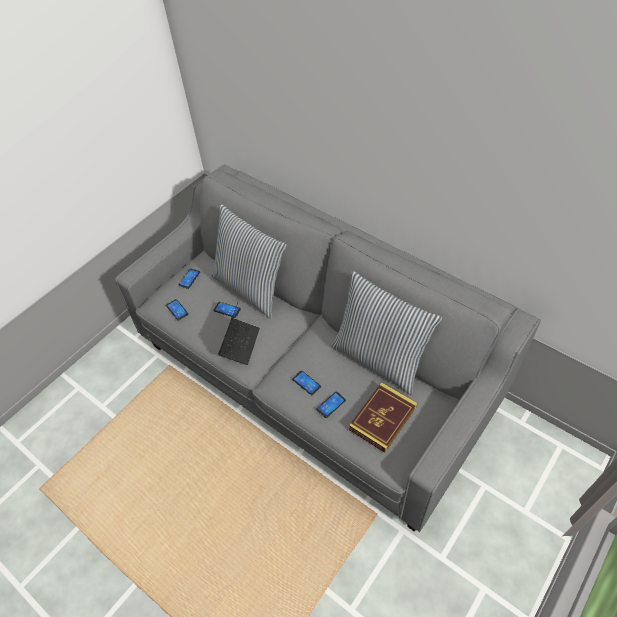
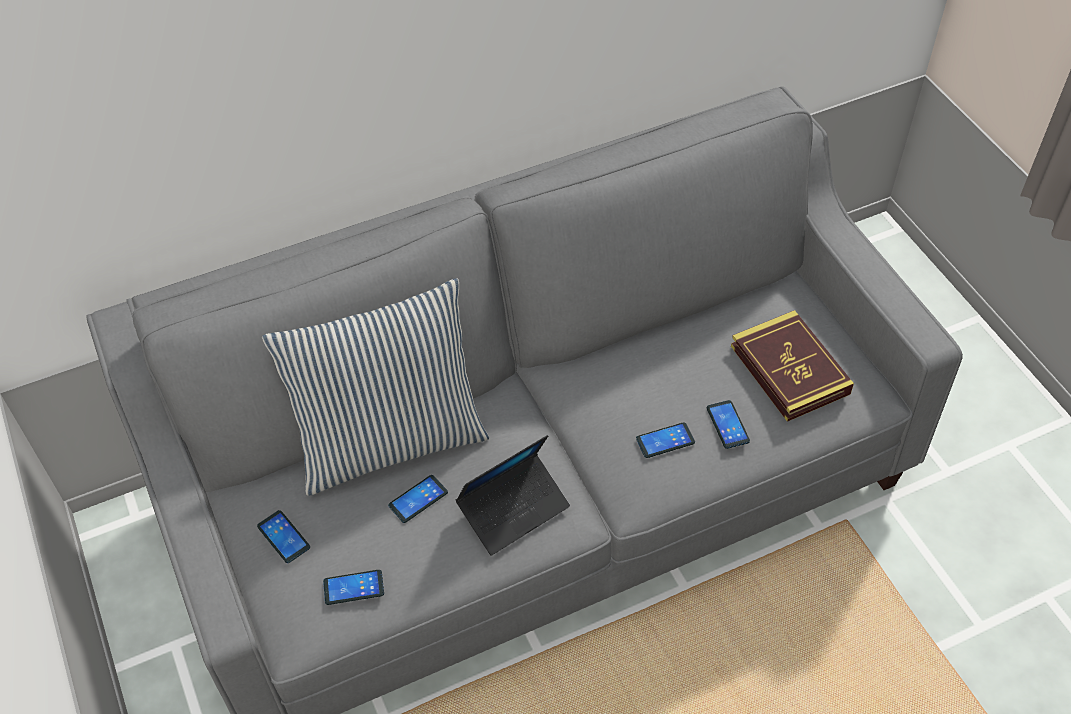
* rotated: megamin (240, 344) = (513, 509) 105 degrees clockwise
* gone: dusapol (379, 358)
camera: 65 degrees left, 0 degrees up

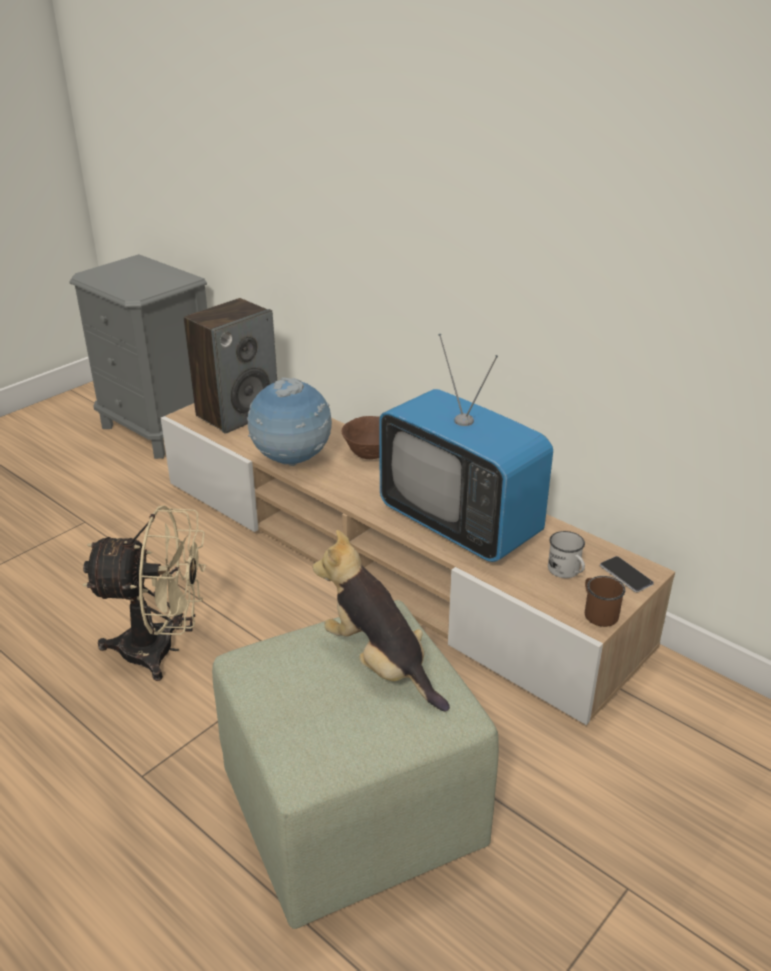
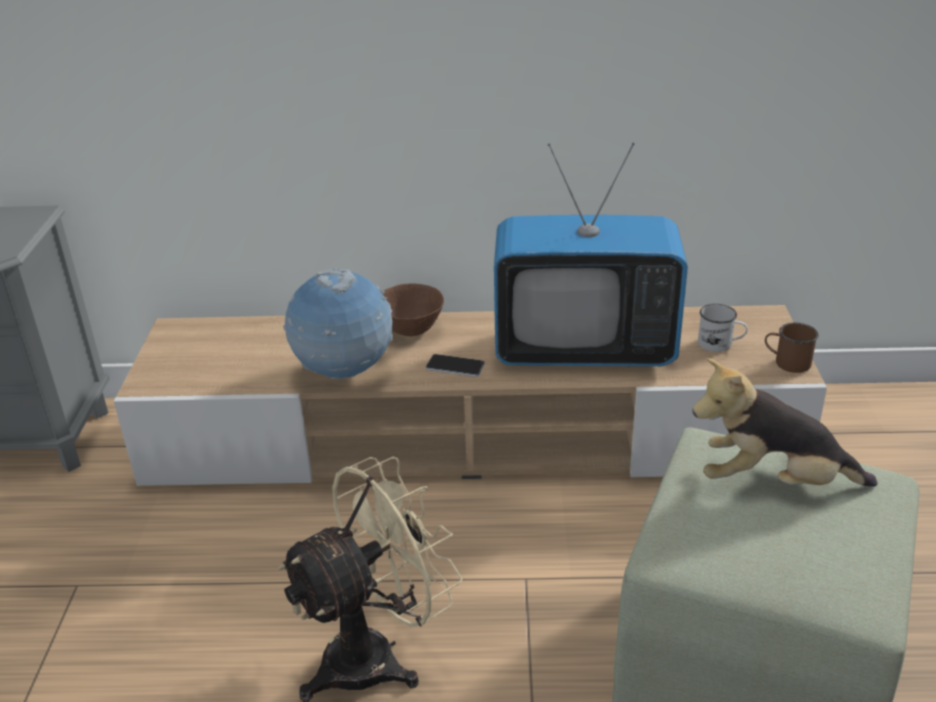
* gone: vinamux (238, 413)
* shifted: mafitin (626, 575) to (455, 367)
camera: 40 degrees left, 0 degrees up

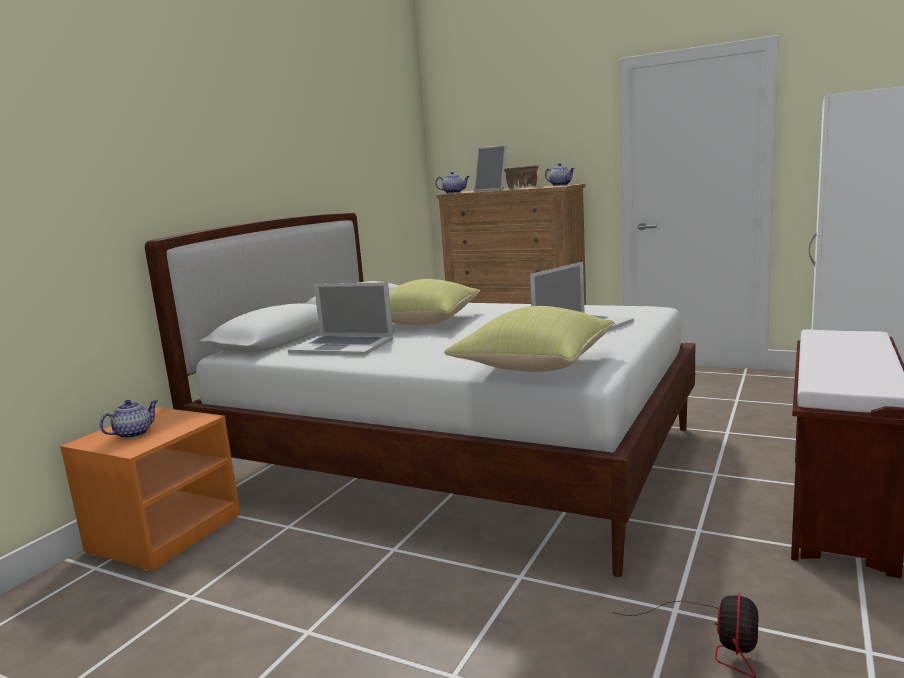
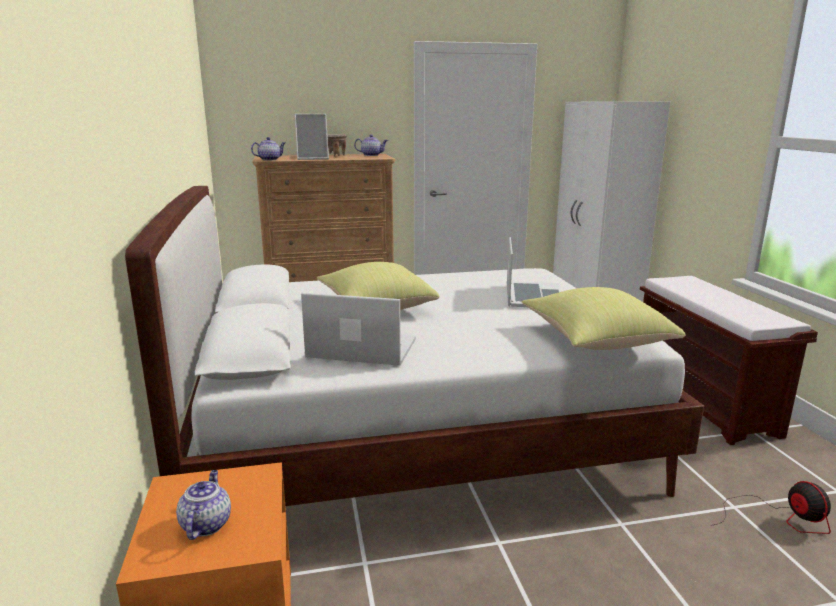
* rotated: megamin (342, 346) = (361, 348) 150 degrees counterclockwise
camera: 40 degrees left, 5 degrees up

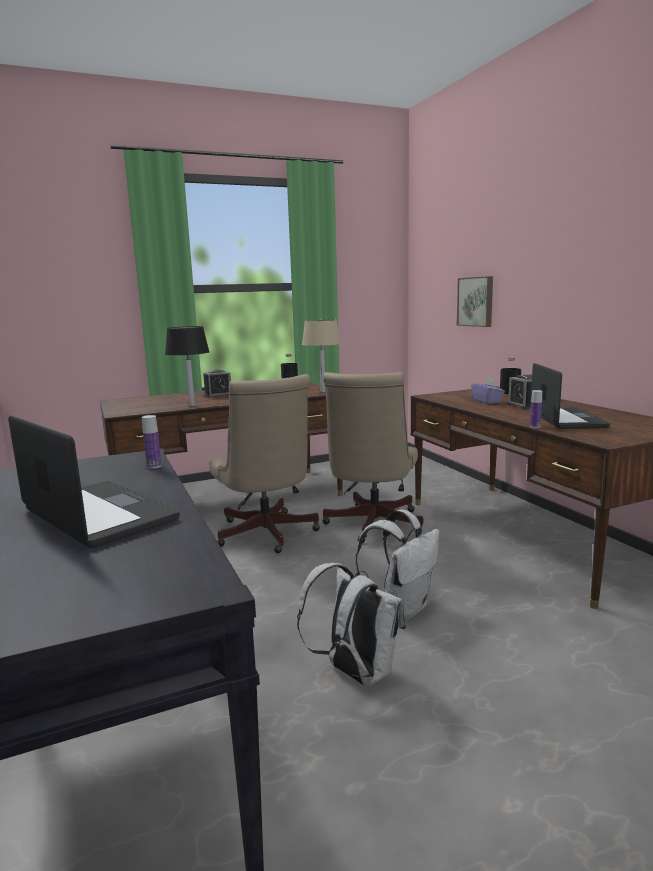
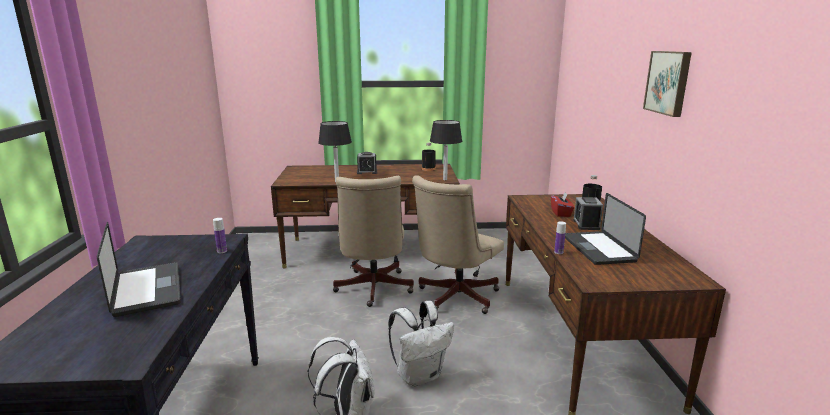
* repainted: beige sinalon (323, 392) to black sinalon (445, 179)
* shifted: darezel (476, 301) to (669, 82)
* repainted: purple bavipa (487, 401) to red bavipa (561, 213)
* rotated: megamin (567, 420) = (598, 249) 150 degrees clockwise
camera: 20 degrees right, 5 degrees up

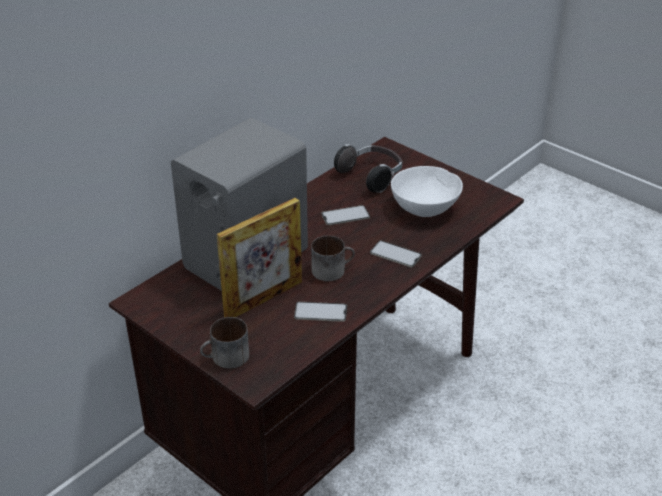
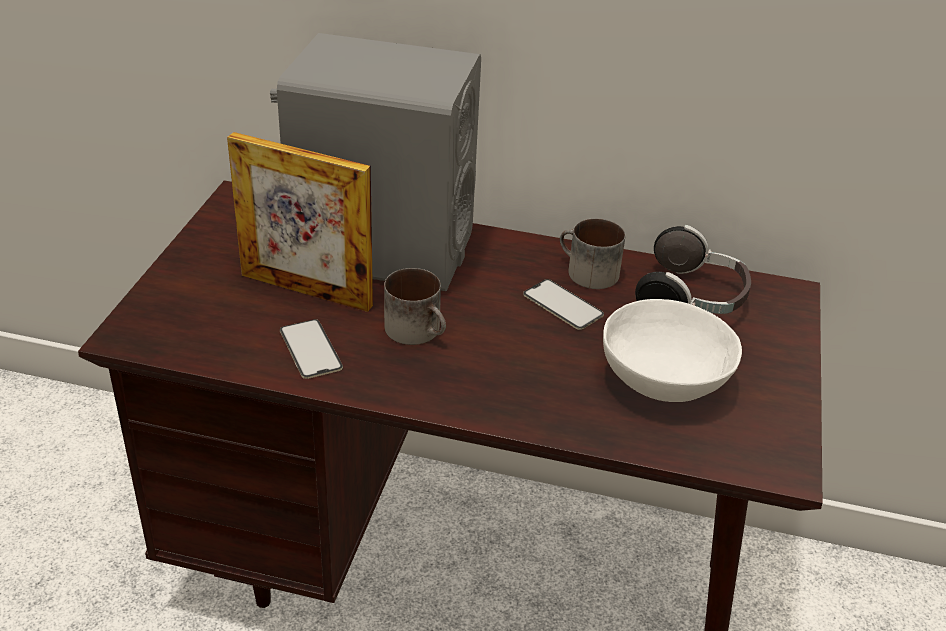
* shifted: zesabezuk (226, 358) to (586, 272)
* gone: mafitin (395, 254)
camera: 60 degrees right, 0 degrees up

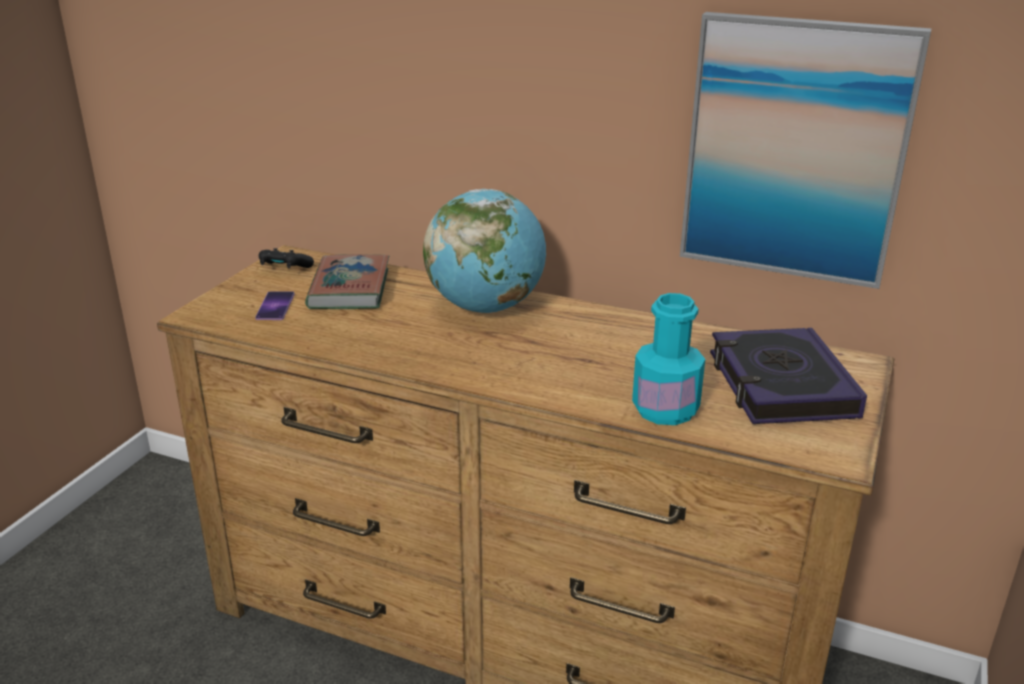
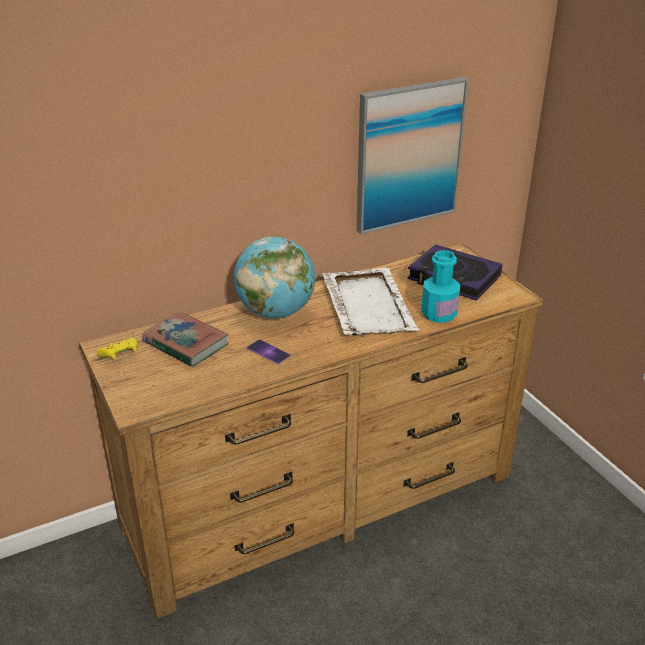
* shifted: mafitin (275, 306) to (268, 352)
* repainted: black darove (284, 269) to yellow darove (120, 355)
* new: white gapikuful (368, 304)
camera: 50 degrees left, 5 degrees up

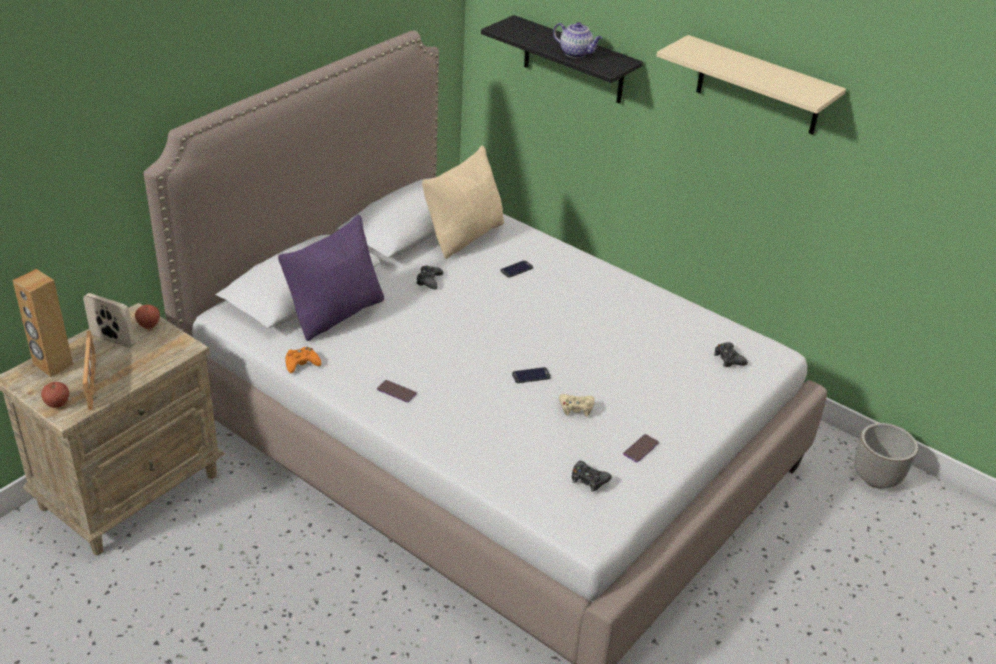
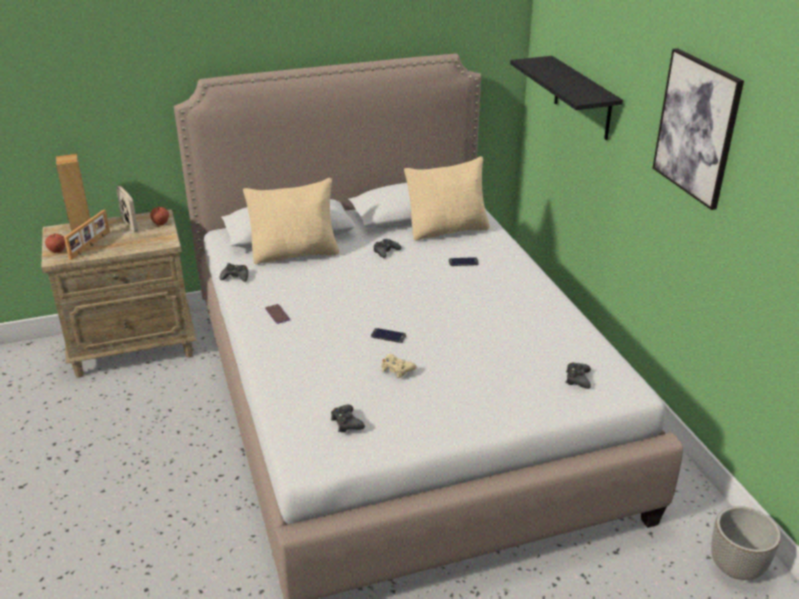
* repainted: purple dusapol (336, 314) to beige dusapol (295, 253)
* repainted: orange darove (301, 364) to black darove (235, 277)
* gone: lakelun (576, 53)
* gone: mafitin (641, 449)
* swapped: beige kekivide (758, 86) to darezel (697, 128)
camera: 35 degrees right, 5 degrees down

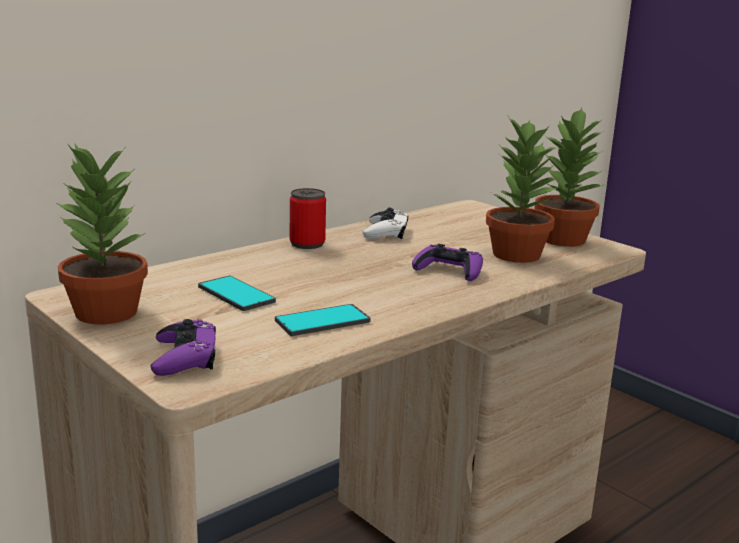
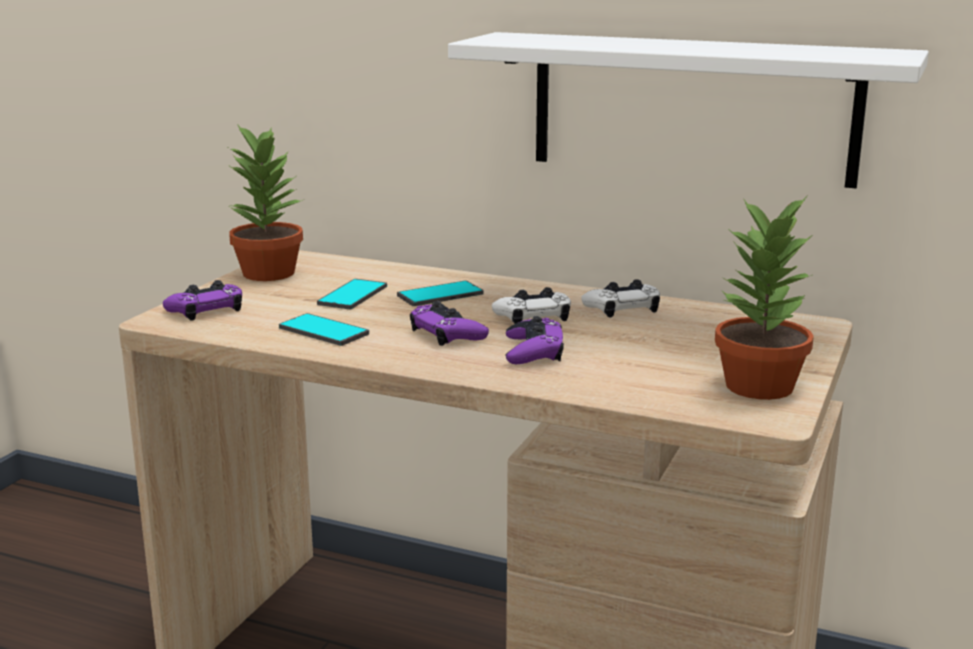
* gone: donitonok (307, 244)
* gone: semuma (515, 254)
* new: mafitin (440, 295)
* new: purple darove (447, 333)
* new: white kekivide (692, 108)
* new: white darove (533, 316)
camera: 65 degrees right, 0 degrees up

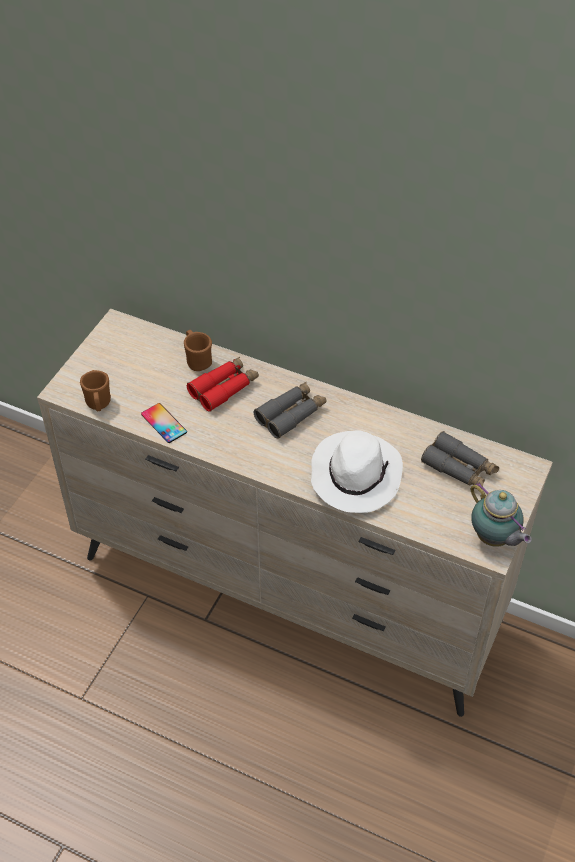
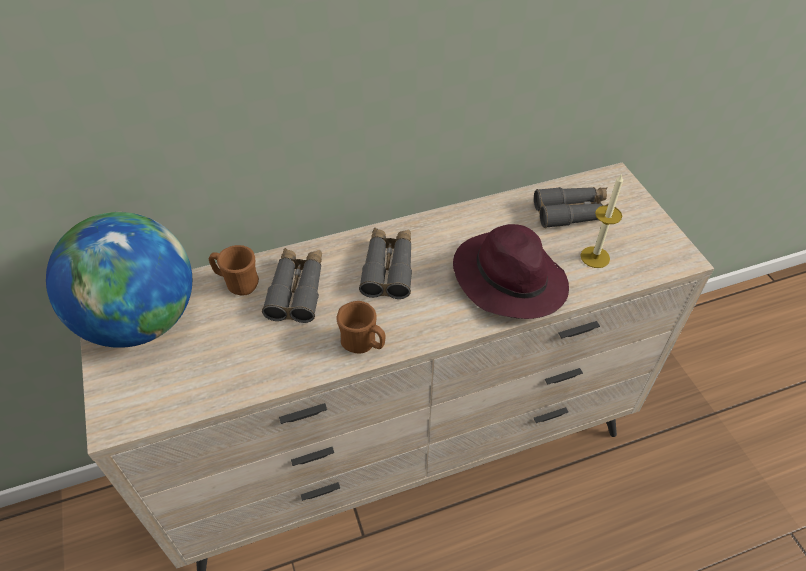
* shifted: brown zesabezuk (98, 404) to (363, 344)
* gone: mafitin (164, 423)
* repainted: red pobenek (224, 388) to grey pobenek (297, 290)
* repainted: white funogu (355, 474) to purple funogu (508, 278)
* gone: lakelun (494, 539)
* new: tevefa (141, 320)
* new: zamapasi (595, 257)
camera: 45 degrees left, 0 degrees up

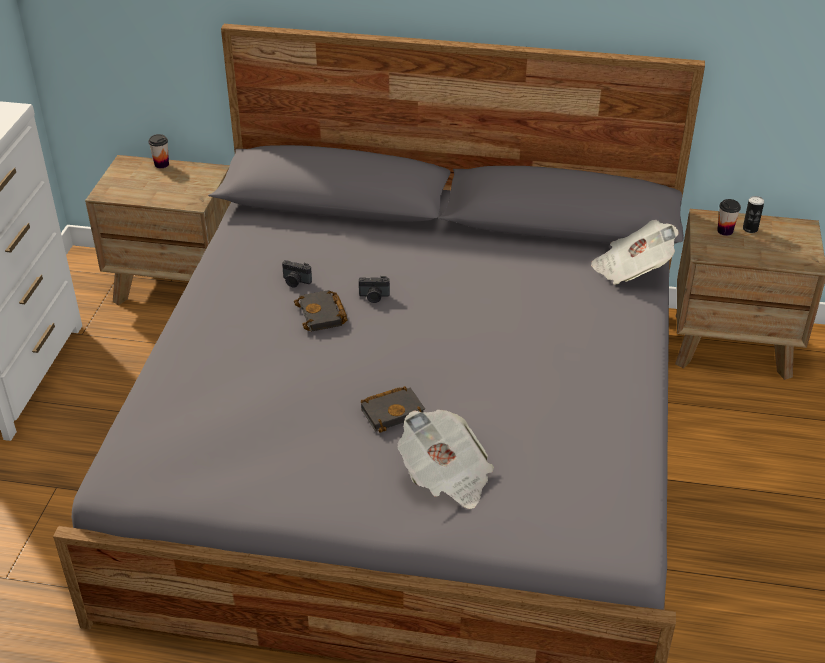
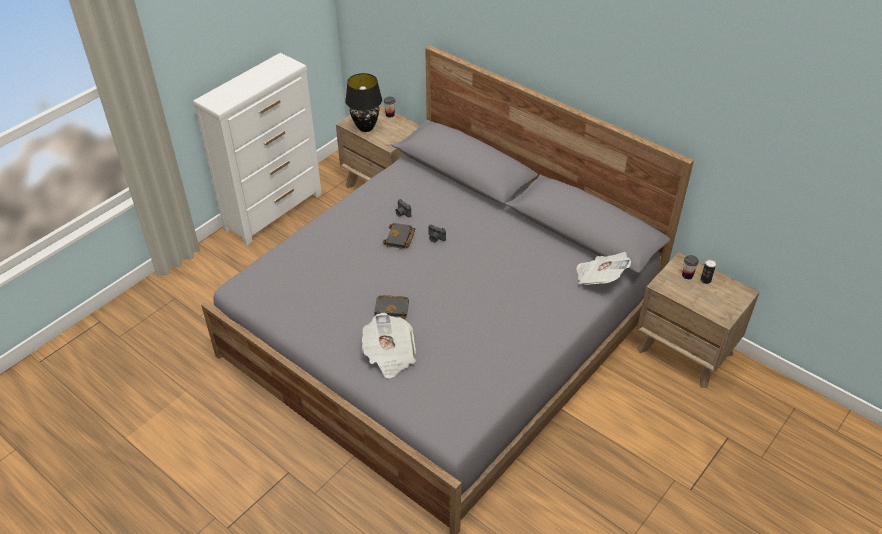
* new: black sinalon (365, 128)
camera: 30 degrees right, 5 degrees up

